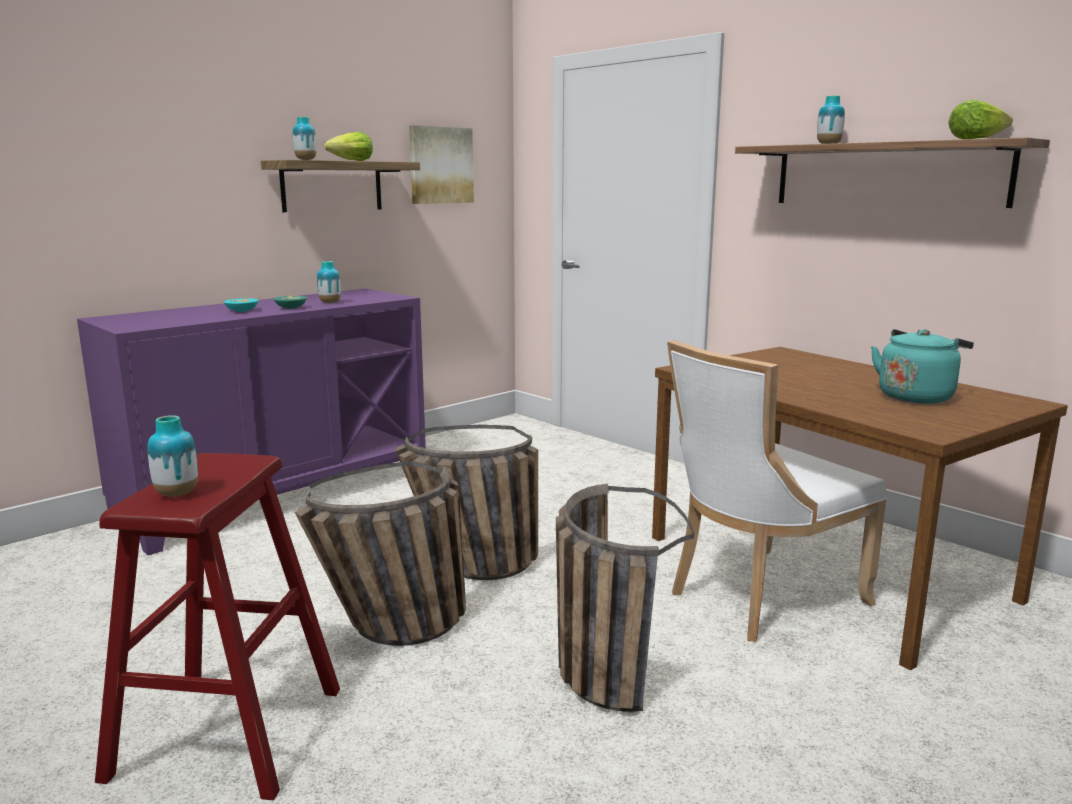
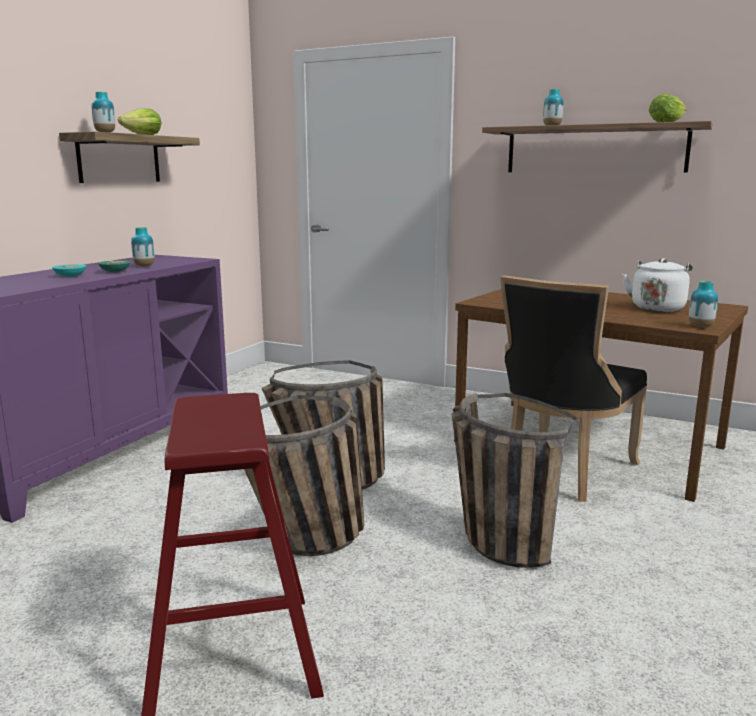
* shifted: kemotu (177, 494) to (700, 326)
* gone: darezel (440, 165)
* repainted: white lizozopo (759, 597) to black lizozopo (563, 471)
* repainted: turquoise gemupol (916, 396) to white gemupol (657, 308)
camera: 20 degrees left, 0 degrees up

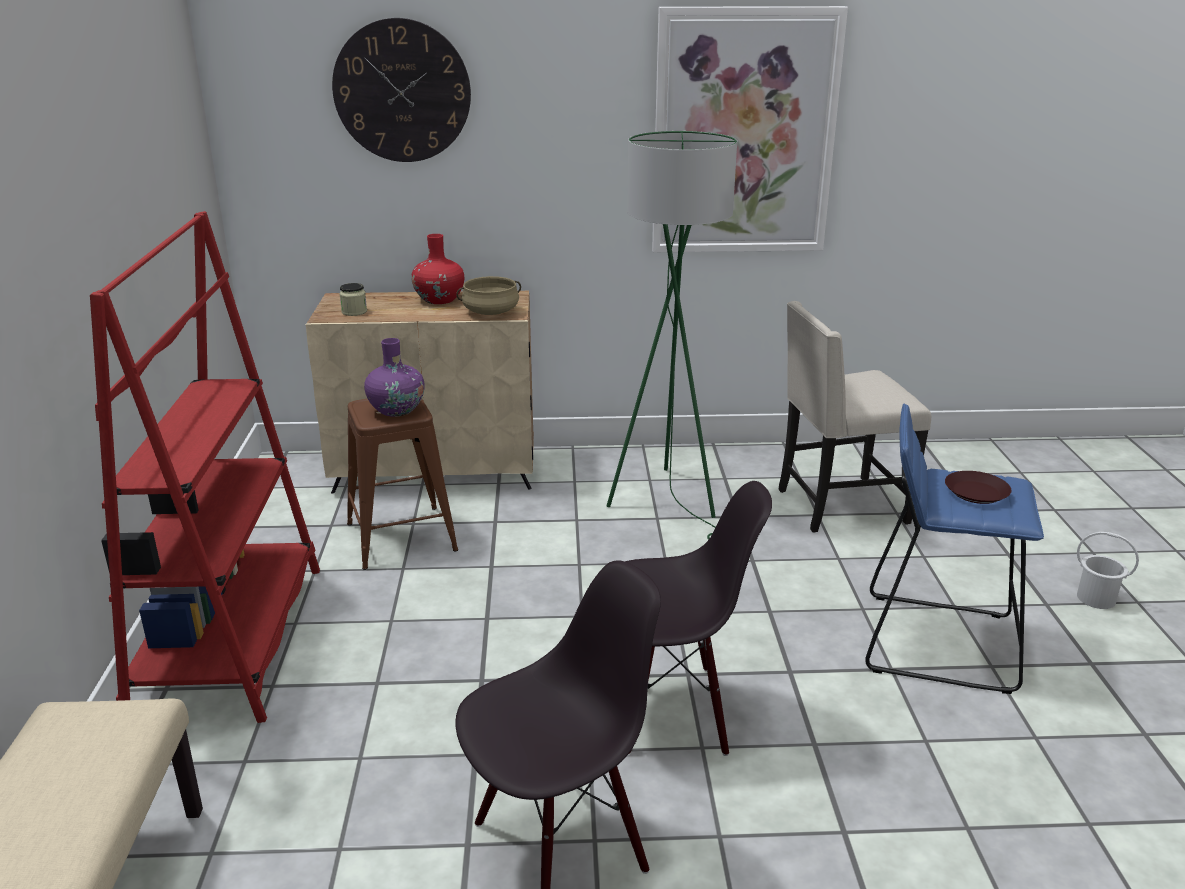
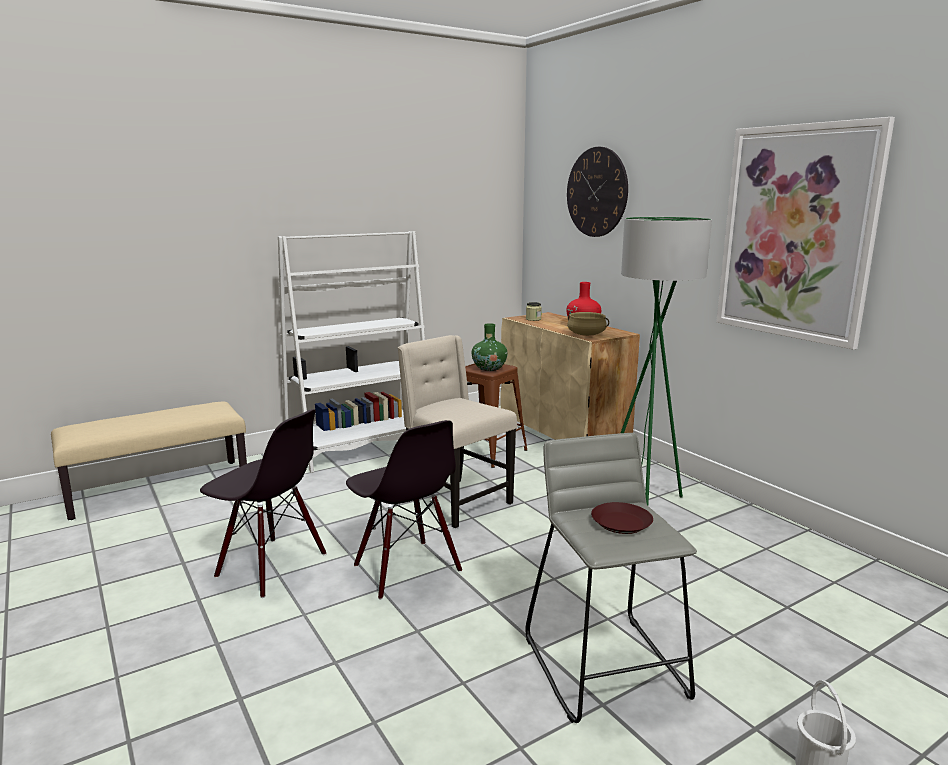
* repainted: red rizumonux (232, 642) to white rizumonux (361, 448)
* repainted: purple kemotu (396, 410) to green kemotu (489, 368)
* shifted: beige lizozopo (838, 506) to (456, 502)
* repainted: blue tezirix (938, 641) to grey tezirix (606, 666)
camera: 60 degrees right, 10 degrees down

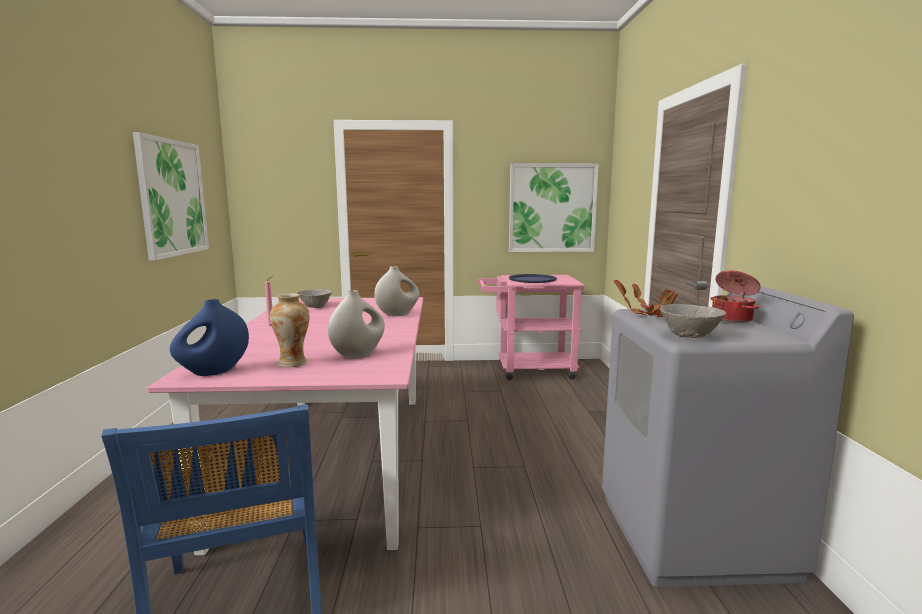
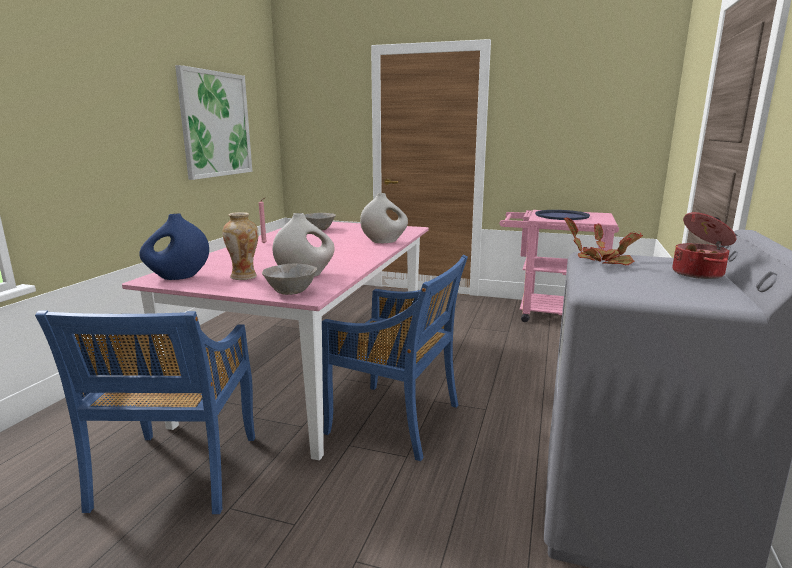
* gone: darezel (552, 208)
* shifted: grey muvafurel (689, 336) to (290, 292)
* new: blue lizozopo (396, 420)
camera: 20 degrees right, 5 degrees up

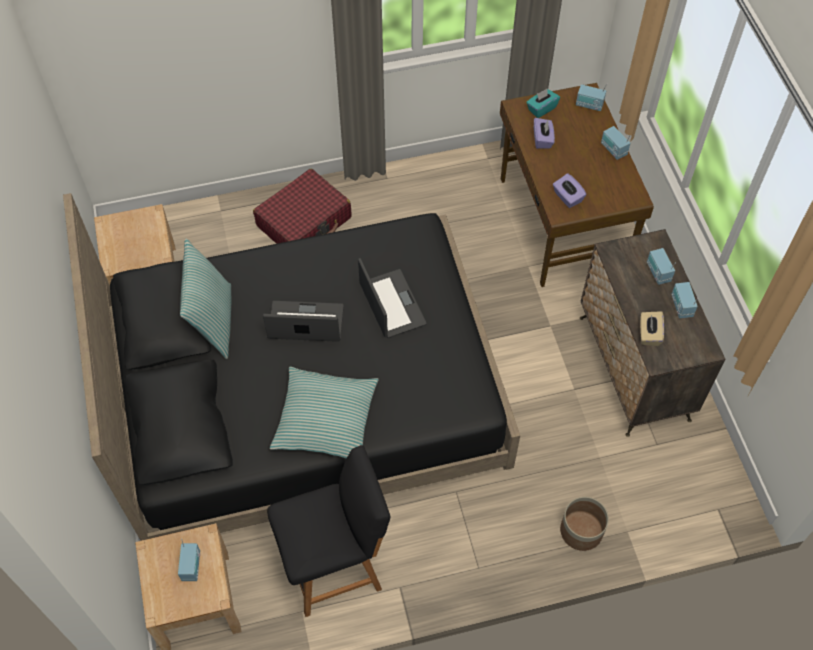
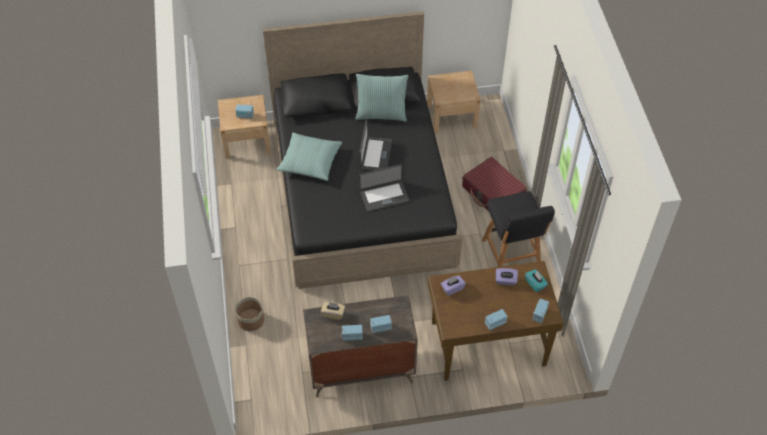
* shifted: black lizozopo (335, 565) to (512, 255)
camera: 95 degrees right, 5 degrees down

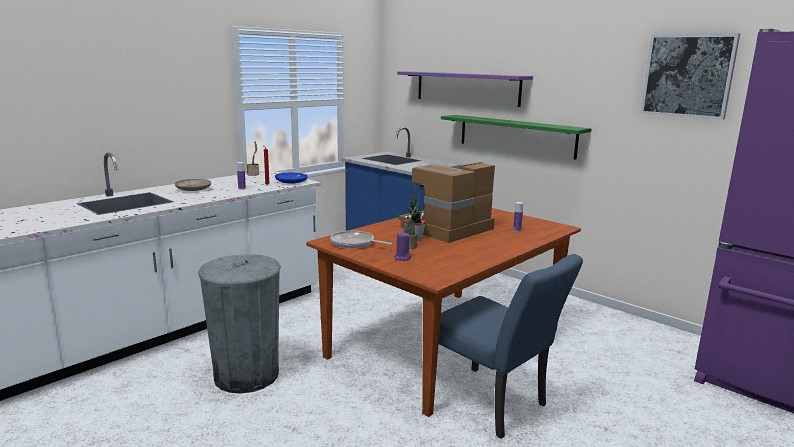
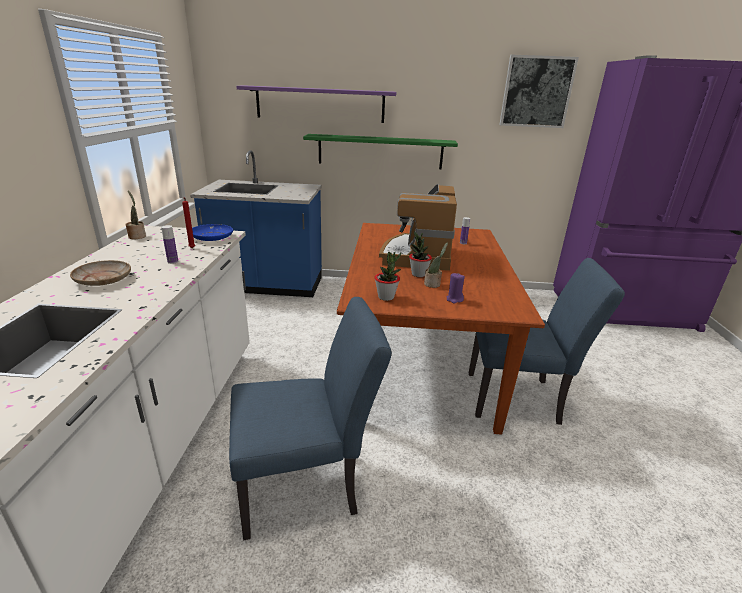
* swapped: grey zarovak (246, 375) to blue lizozopo (308, 485)
* swapped: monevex (354, 244) to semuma (386, 297)
camera: 40 degrees left, 10 degrees up

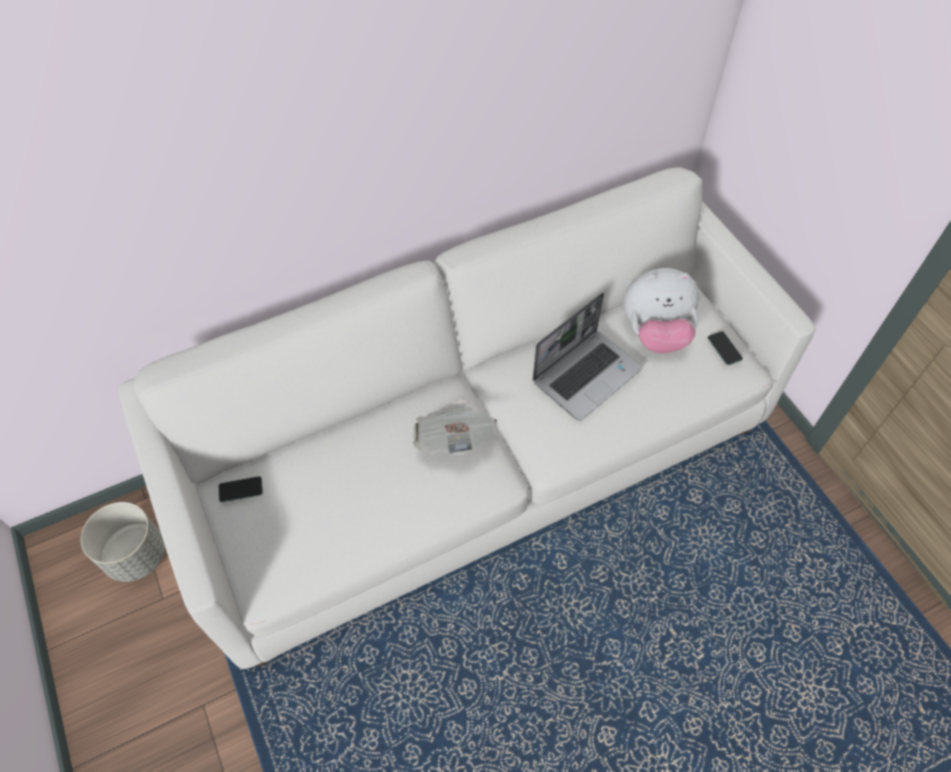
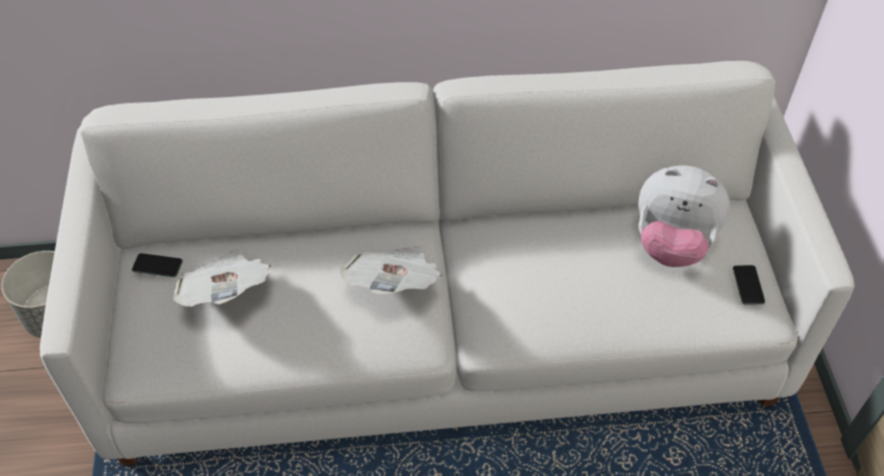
* gone: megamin (587, 374)
* new: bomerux (226, 293)
camera: 20 degrees right, 5 degrees down

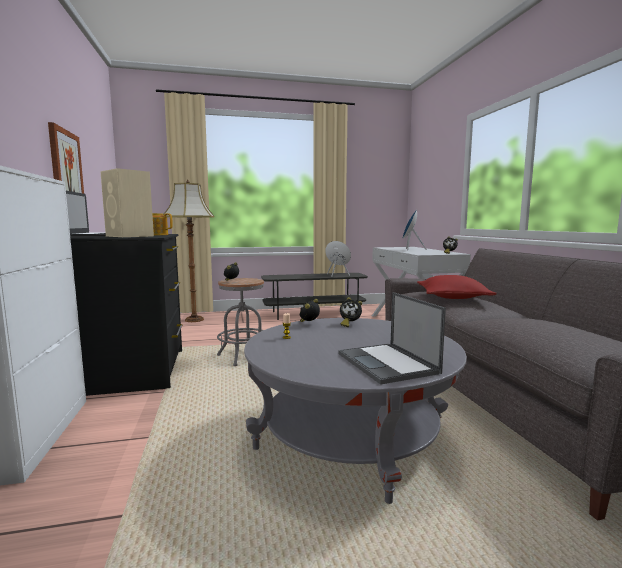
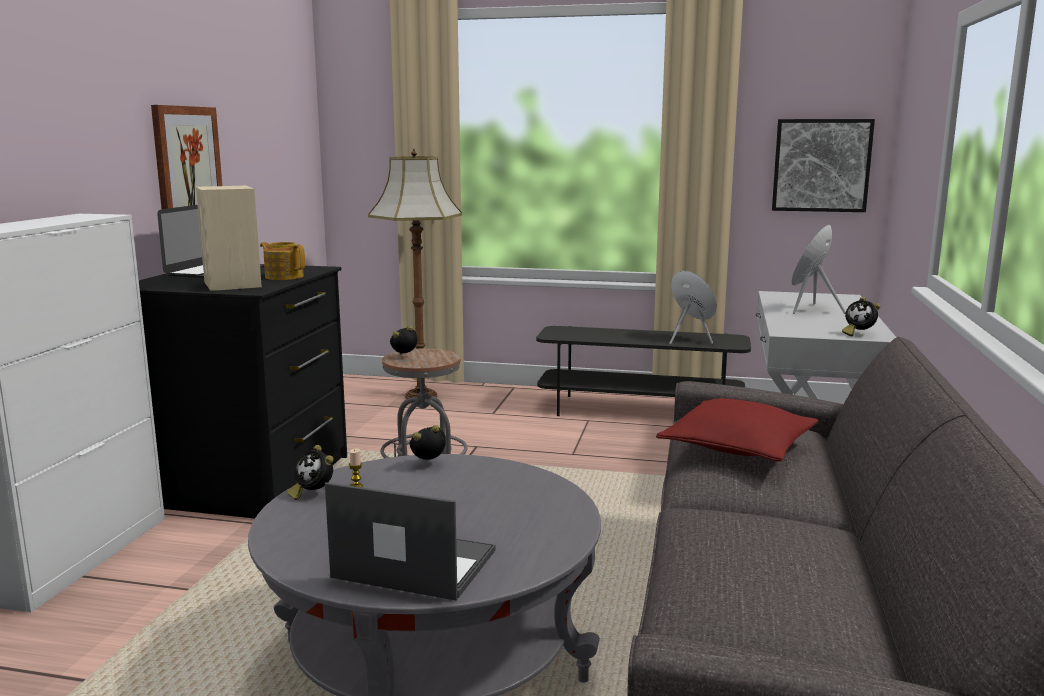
* rotated: megamin (388, 363) = (412, 564) 105 degrees clockwise
* shifted: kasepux (349, 324) to (313, 494)
* new: darezel (821, 165)
camera: 25 degrees right, 5 degrees up

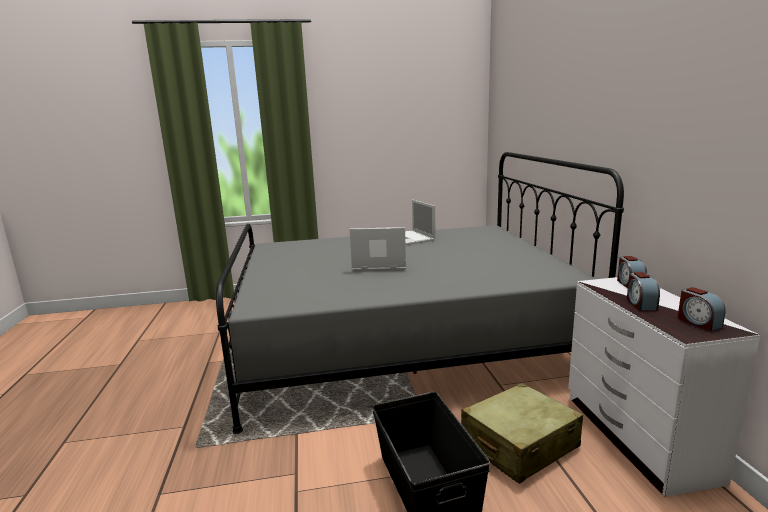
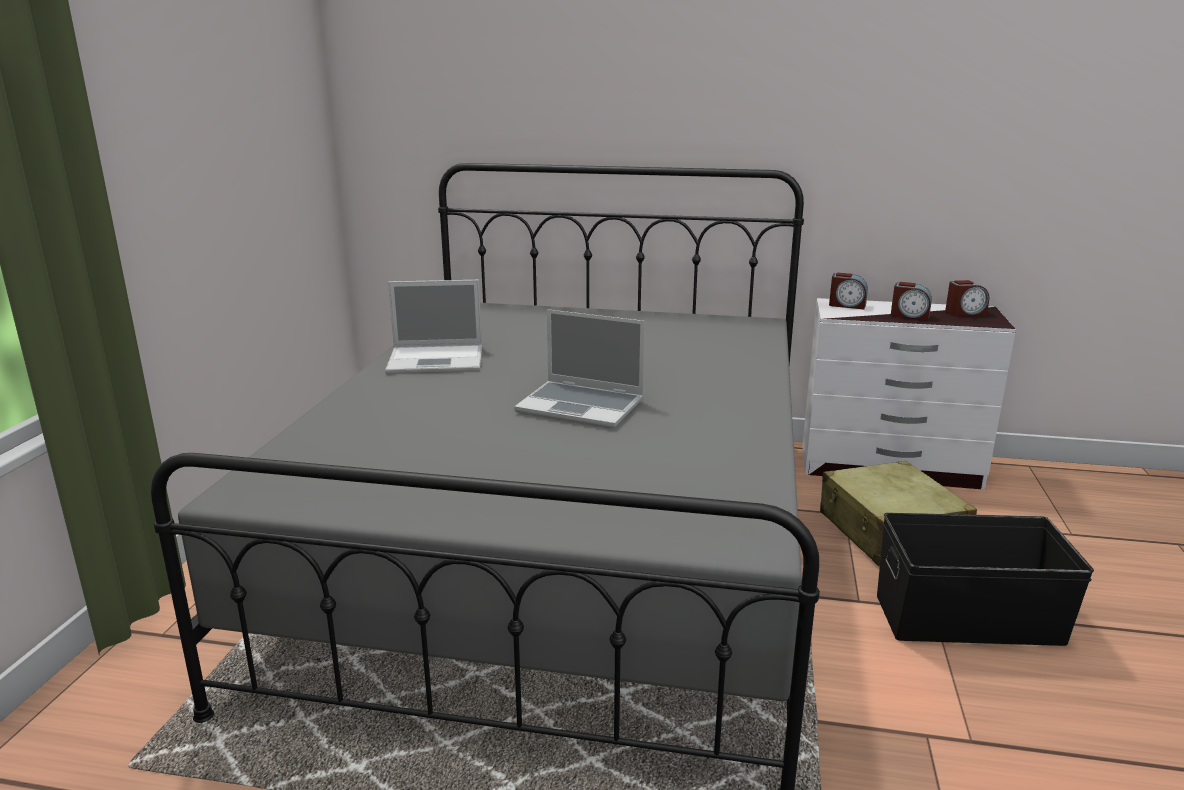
* rotated: megamin (379, 265) = (582, 407) 90 degrees counterclockwise
camera: 70 degrees left, 5 degrees up

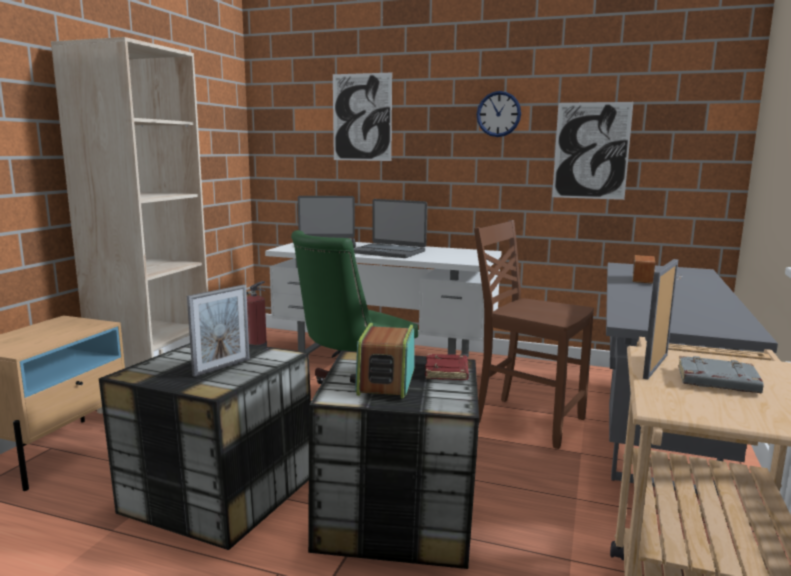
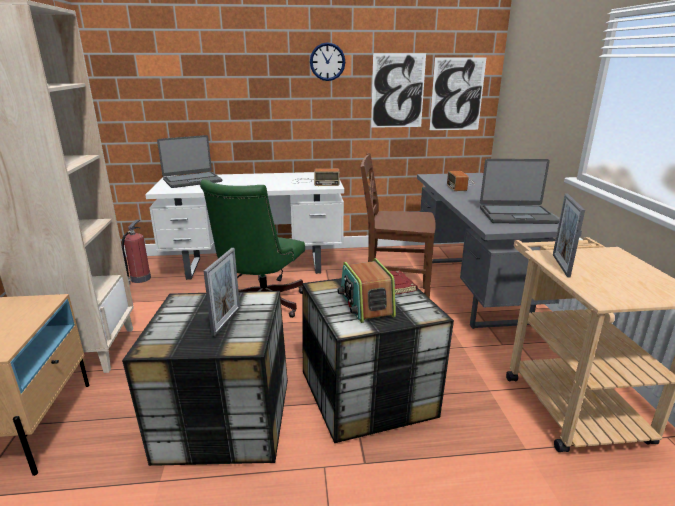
* shifted: darezel (362, 117) to (457, 94)
* shifted: megamin (389, 252) to (516, 215)
* gone: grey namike (716, 381)
* new: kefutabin (314, 182)
camera: 25 degrees left, 10 degrees up

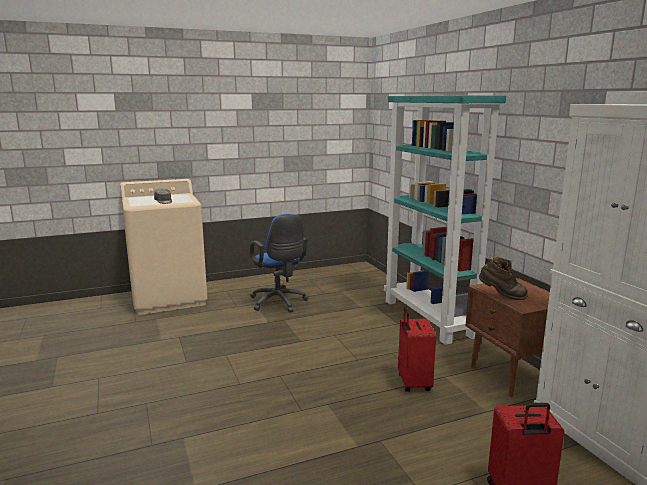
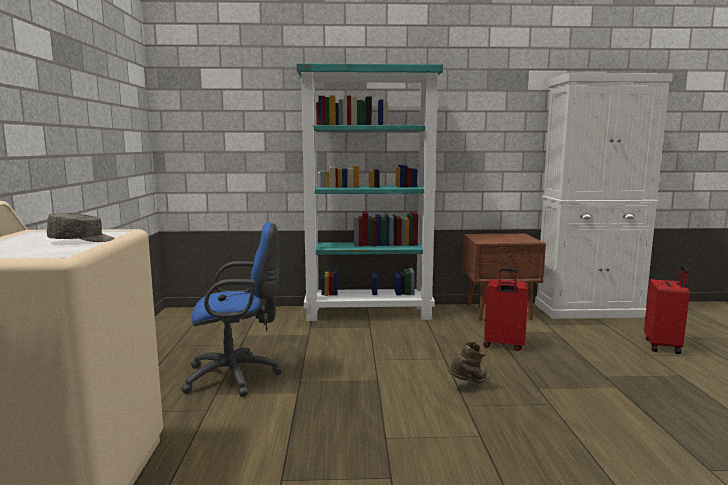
* shifted: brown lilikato (501, 295) to (469, 384)
camera: 70 degrees left, 5 degrees down

